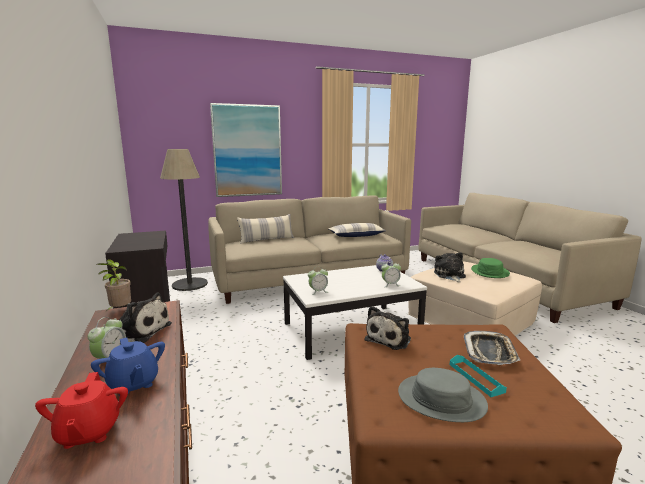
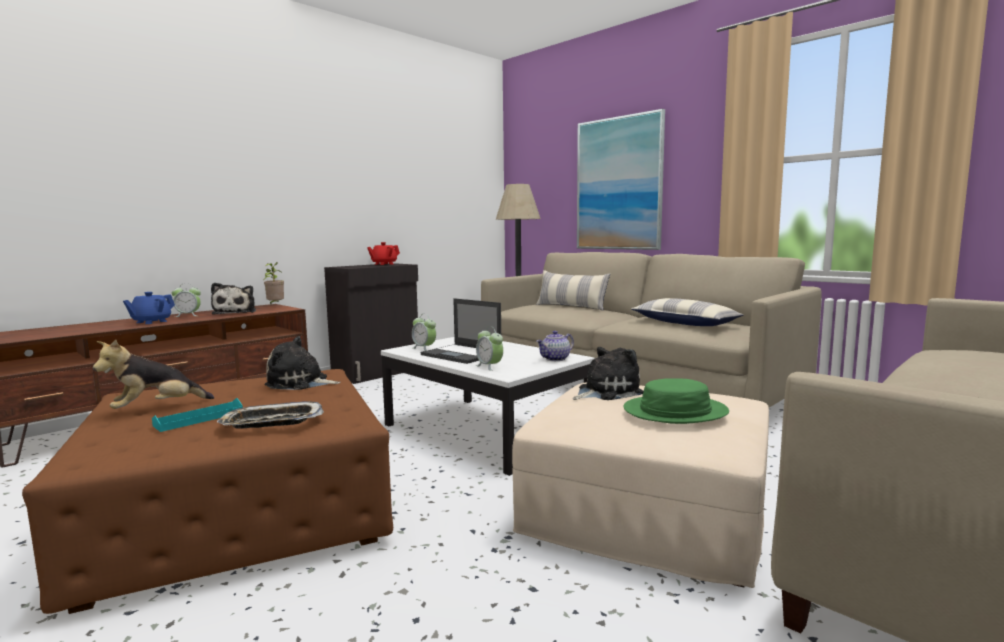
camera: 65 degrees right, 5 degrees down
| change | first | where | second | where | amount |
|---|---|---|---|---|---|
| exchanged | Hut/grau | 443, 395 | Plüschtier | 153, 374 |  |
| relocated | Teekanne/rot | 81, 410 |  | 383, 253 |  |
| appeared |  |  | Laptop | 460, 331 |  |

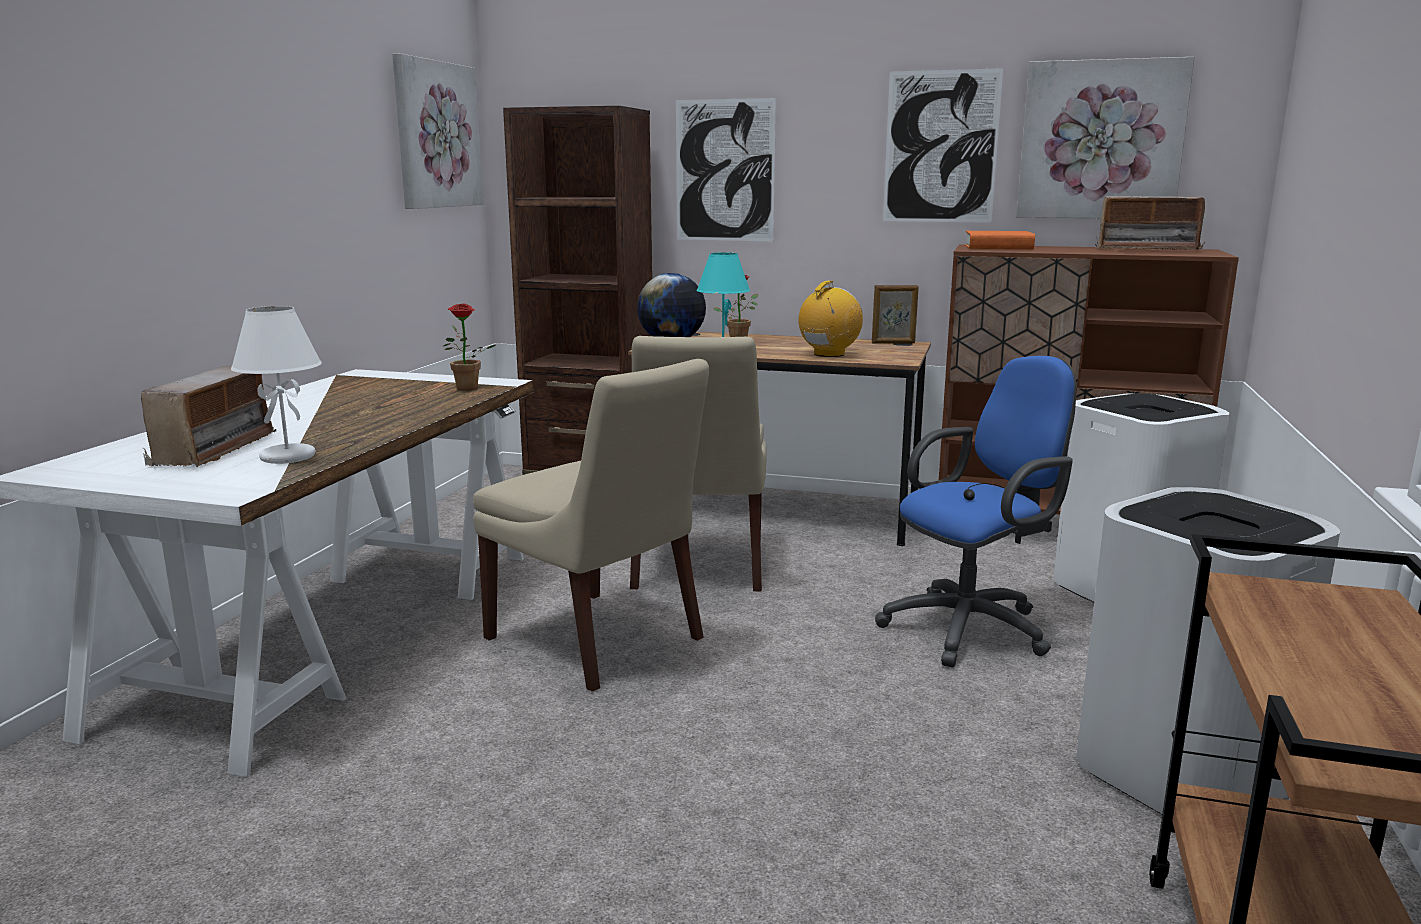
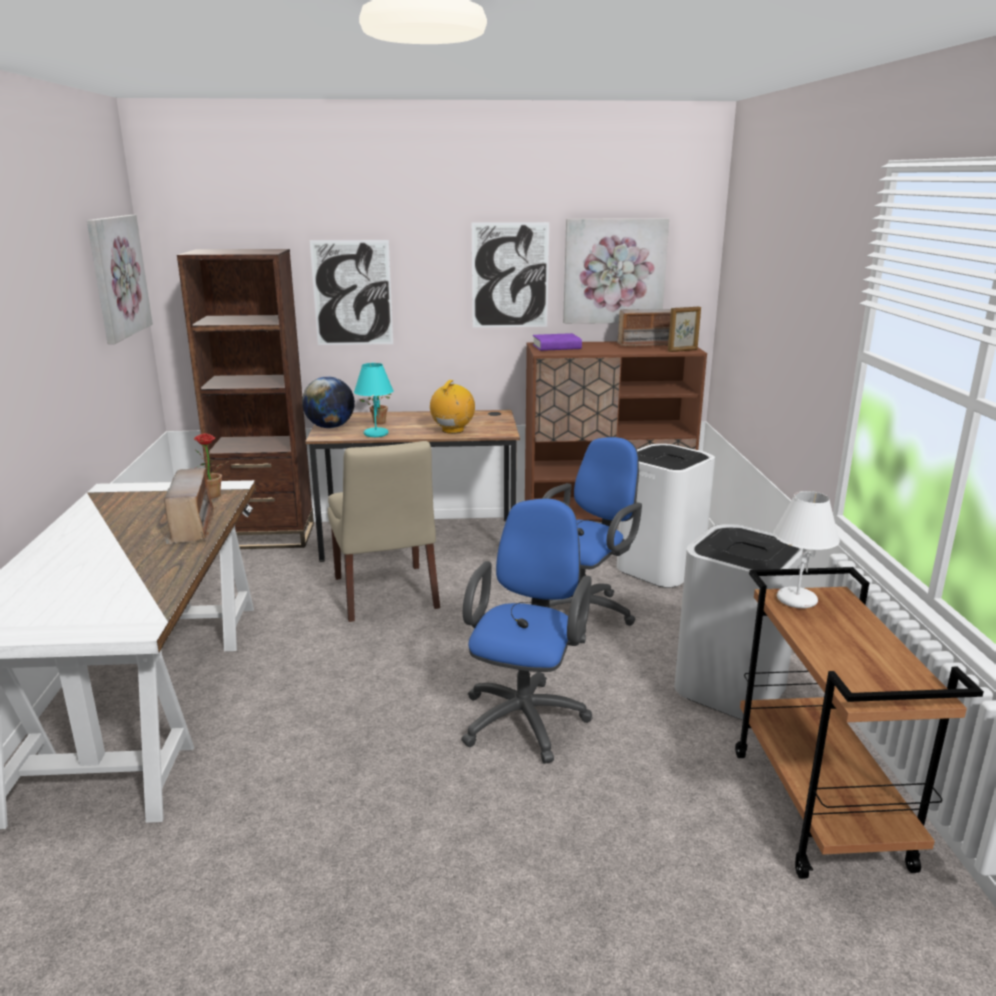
camera: 20 degrees left, 5 degrees up
| change | first | where | second | where | amount |
|---|---|---|---|---|---|
| colour | Buch/orange | 1000, 240 | Buch/lila | 557, 342 |  |
| relocated | Bilderrahmen | 895, 314 |  | 684, 329 |  |
| relocated | Tischlampe/weiß | 276, 385 |  | 806, 549 |  |
| missing | Stuhl/beige | 591, 525 |  |  |  |
| relocated | Radio | 208, 416 |  | 190, 506 |  |
| appeared |  |  | Bürostuhl/blau | 526, 631 |  |

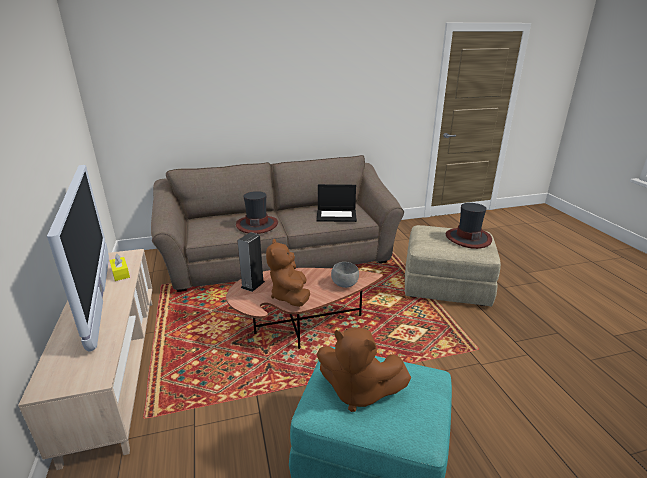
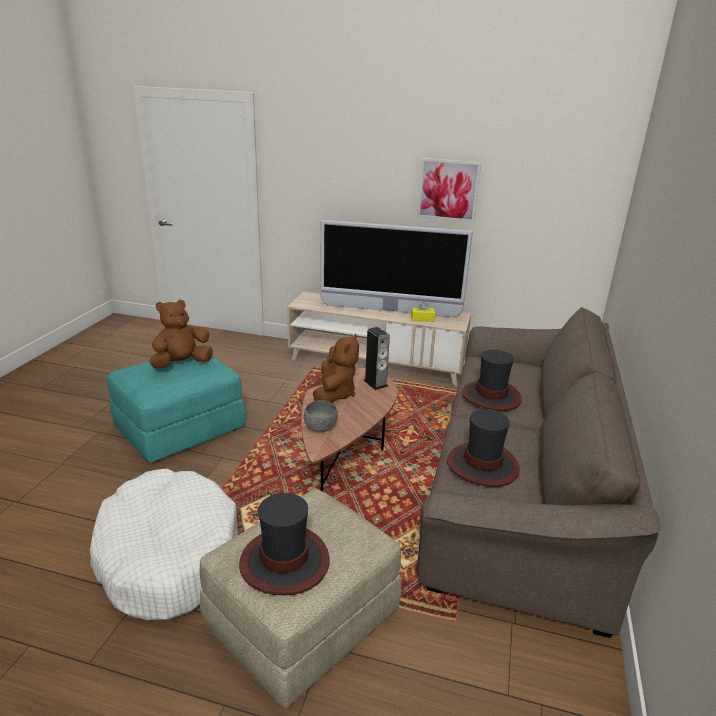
camera: 120 degrees right, 0 degrees up
| change | first | where | second | where | amount |
|---|---|---|---|---|---|
| exchanged | Laptop | 336, 203 | Hut | 483, 448 |  |
| spun | Plüschtier/braun | 288, 273 |  | 336, 368 | 75 degrees clockwise |
| appeared |  |  | Bild | 449, 190 |  |
| appeared |  |  | Hundebett/weiß | 164, 544 |  |

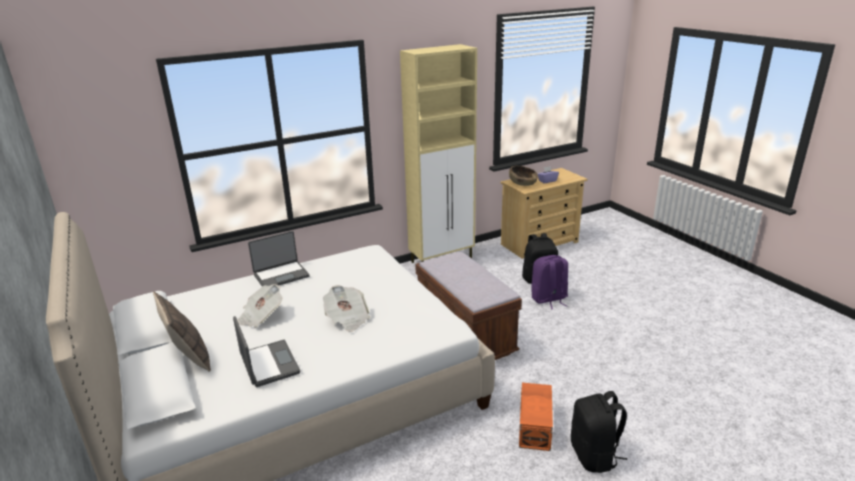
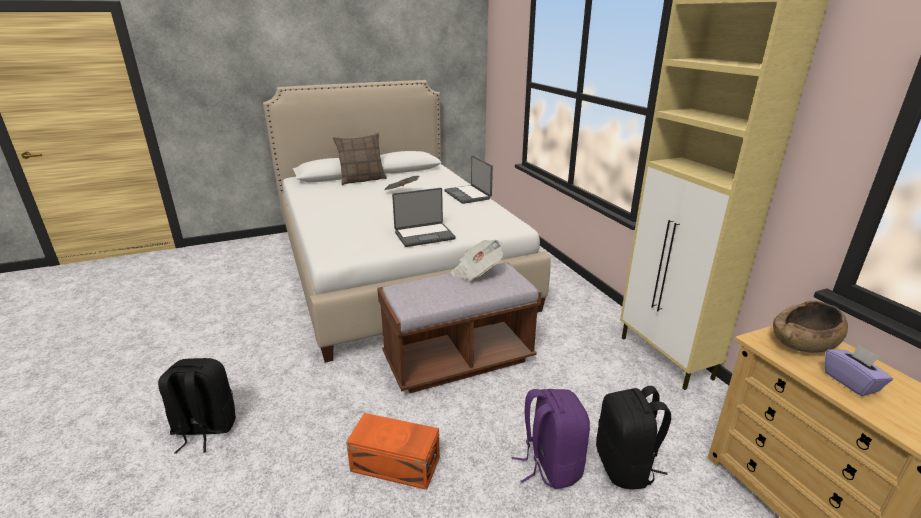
camera: 95 degrees right, 0 degrees up
| change | first | where | second | where | amount |
|---|---|---|---|---|---|
| relocated | Zeitung | 347, 308 |  | 477, 260 |  |
| relocated | Laptop | 266, 351 |  | 424, 217 |  |
| relocated | Aufbewahrungsbox/orange | 536, 417 |  | 393, 451 |  |

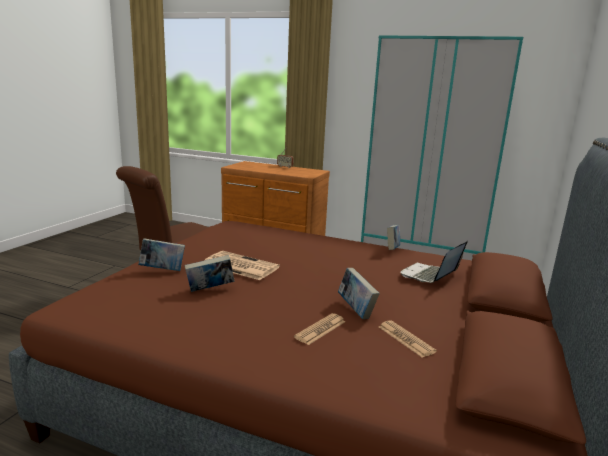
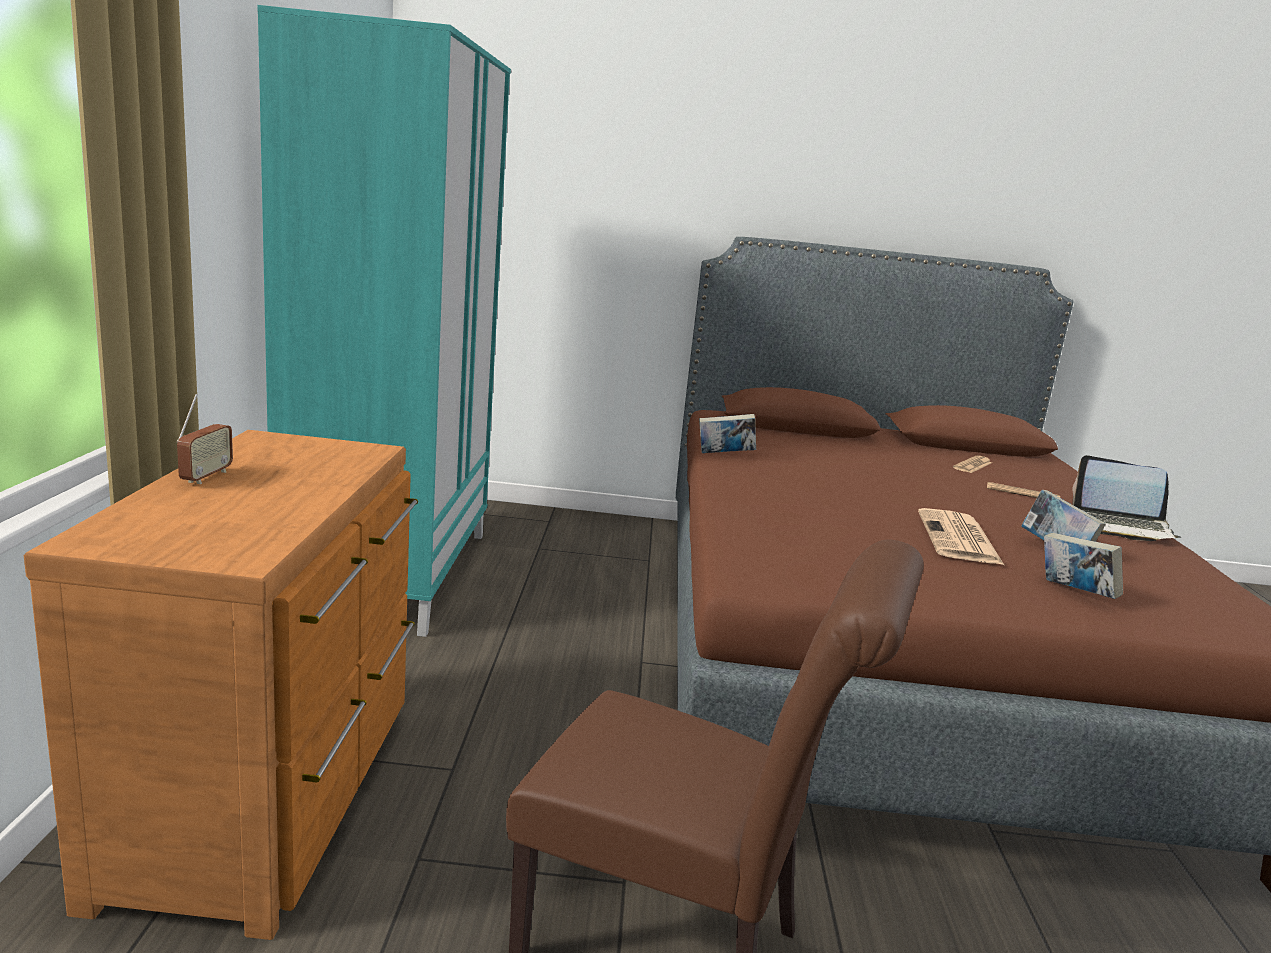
camera: 110 degrees left, 0 degrees up
| change | first | where | second | where | amount |
|---|---|---|---|---|---|
| relocated | Laptop | 434, 261 |  | 1127, 498 |  |
| missing | Buch | 359, 293 |  |  |  |

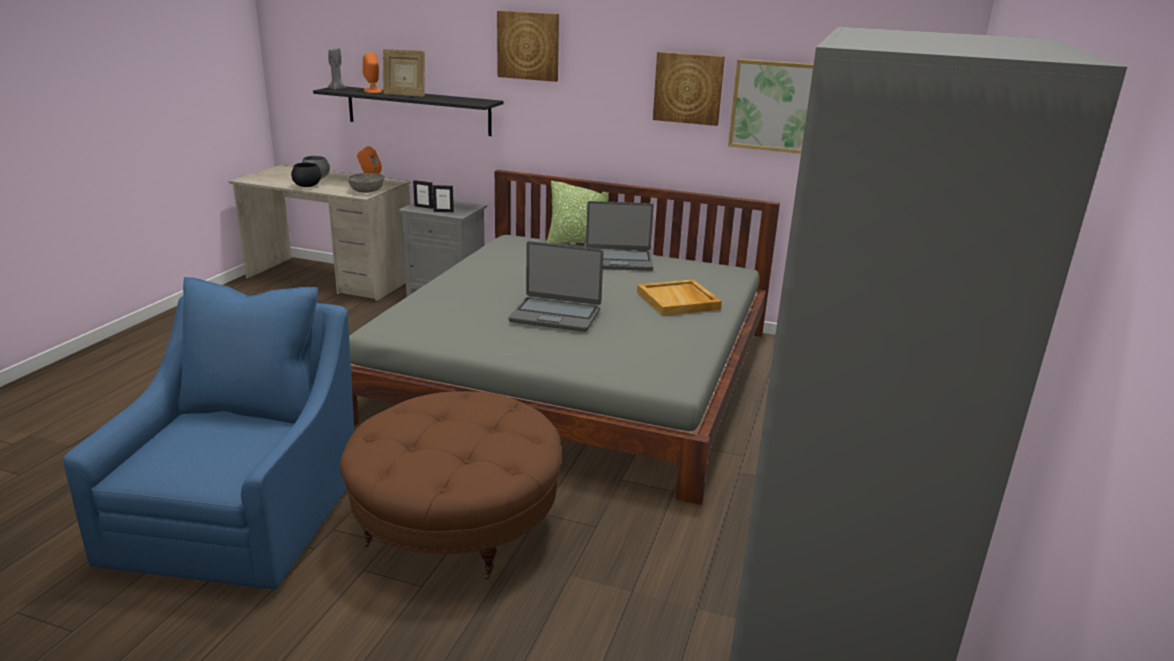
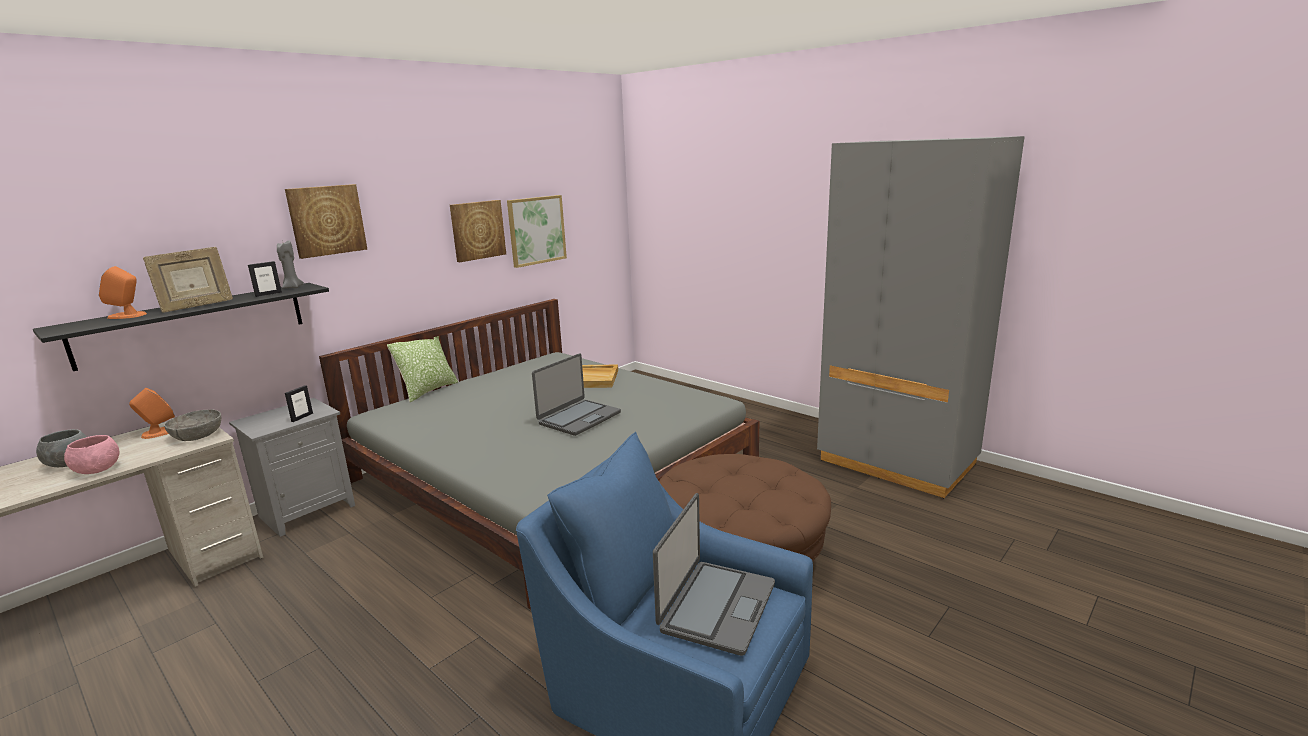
camera: 65 degrees left, 5 degrees down
| change | first | where | second | where | amount |
|---|---|---|---|---|---|
| relocated | Kerze/grau | 337, 69 |  | 290, 264 |  |
| colour | Schüssel/schwarz | 306, 175 | Schüssel/rosa | 92, 454 |  |
| relocated | Bilderrahmen | 423, 194 |  | 265, 279 |  |
| relocated | Laptop | 620, 236 |  | 714, 574 |  |

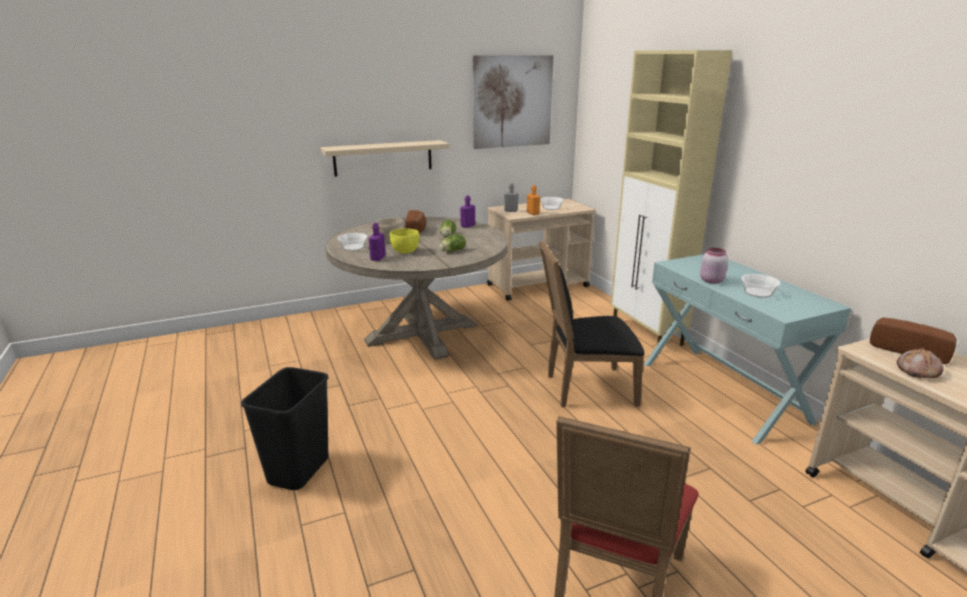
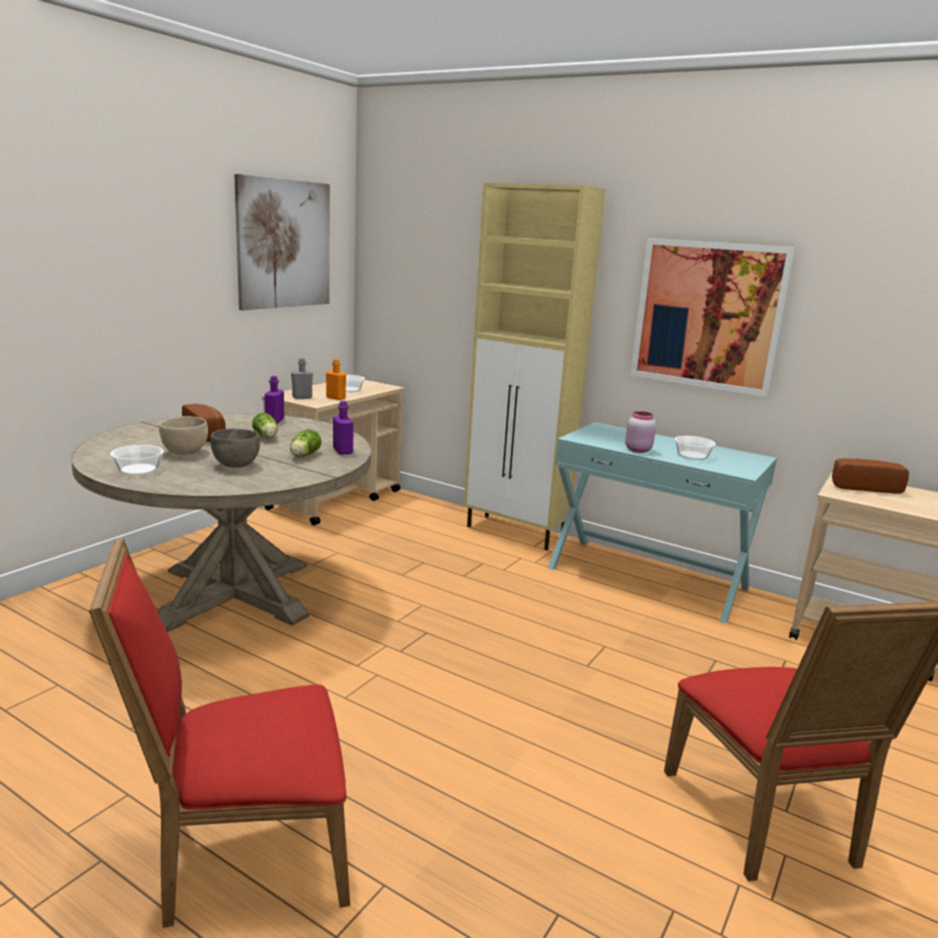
camera: 35 degrees left, 5 degrees down
| change | first | where | second | where | amount |
|---|---|---|---|---|---|
| missing | Wandregal/beige | 384, 158 |  |  |  |
| relocated | Flasche/lila | 377, 242 |  | 343, 428 |  |
| colour | Schüssel/gelb | 404, 240 | Schüssel/grau | 235, 448 |  |
| missing | Stuhl/schwarz | 592, 323 |  |  |  |
| missing | Brot | 920, 363 |  |  |  |
| exchanged | Mülleimer/schwarz | 284, 428 | Stuhl/rot | 219, 732 |  |
| appeared |  |  | Bild | 713, 317 |  |

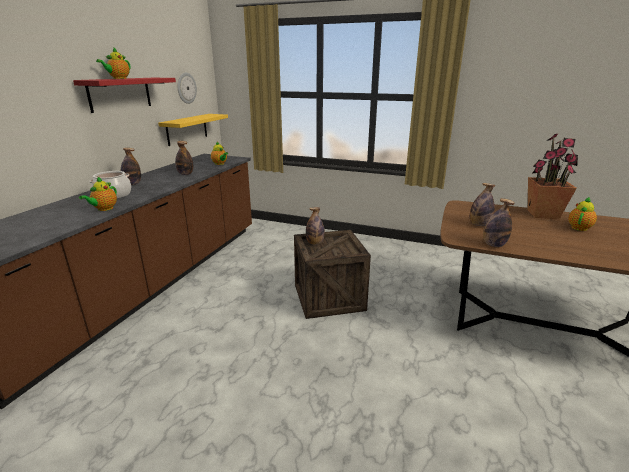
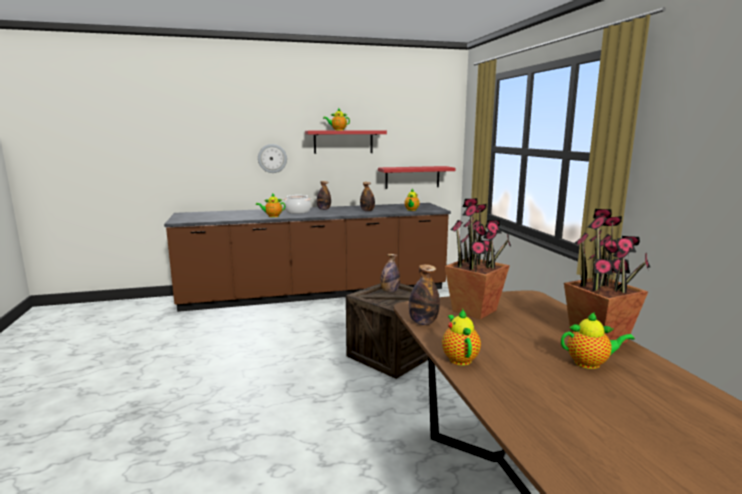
camera: 55 degrees right, 10 degrees down
| change | first | where | second | where | amount |
|---|---|---|---|---|---|
| relocated | Wanduhr | 187, 88 |  | 272, 158 |  |
| colour | Wandregal/gelb | 193, 130 | Wandregal/rot | 417, 177 |  |
| exchanged | Flasche | 482, 204 | Topfpflanze | 478, 259 |  |
| appeared |  |  | Teekanne | 461, 337 |  |

